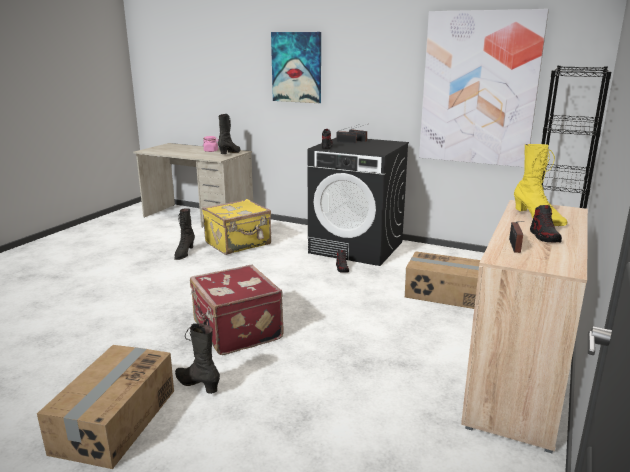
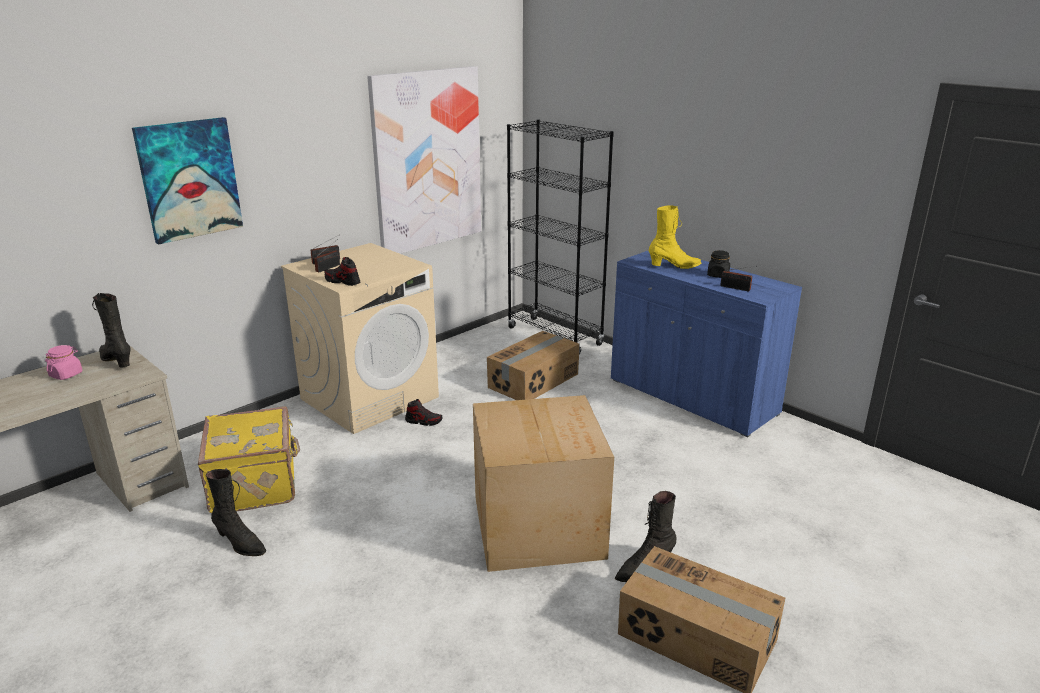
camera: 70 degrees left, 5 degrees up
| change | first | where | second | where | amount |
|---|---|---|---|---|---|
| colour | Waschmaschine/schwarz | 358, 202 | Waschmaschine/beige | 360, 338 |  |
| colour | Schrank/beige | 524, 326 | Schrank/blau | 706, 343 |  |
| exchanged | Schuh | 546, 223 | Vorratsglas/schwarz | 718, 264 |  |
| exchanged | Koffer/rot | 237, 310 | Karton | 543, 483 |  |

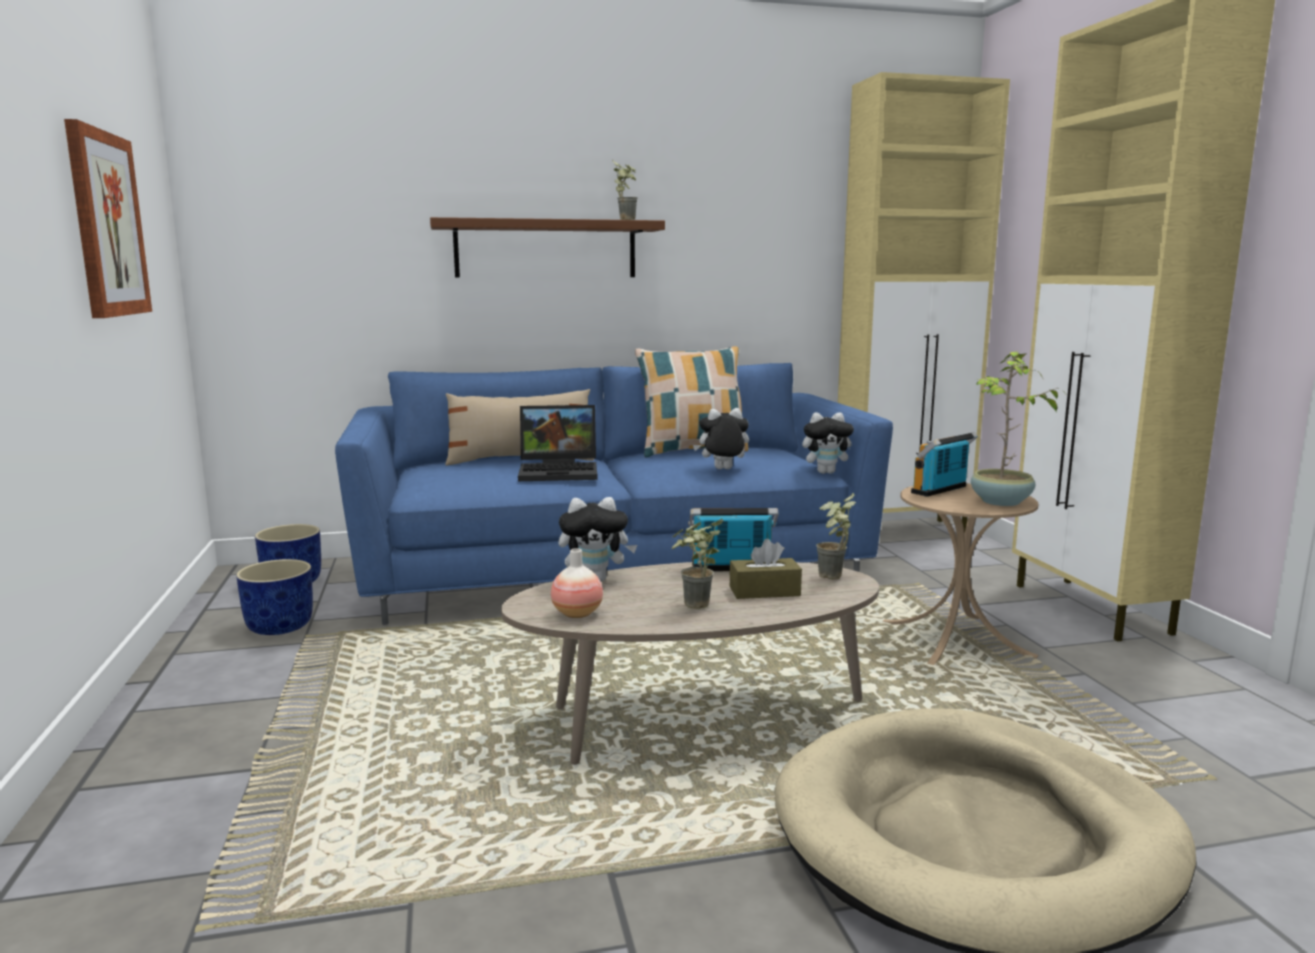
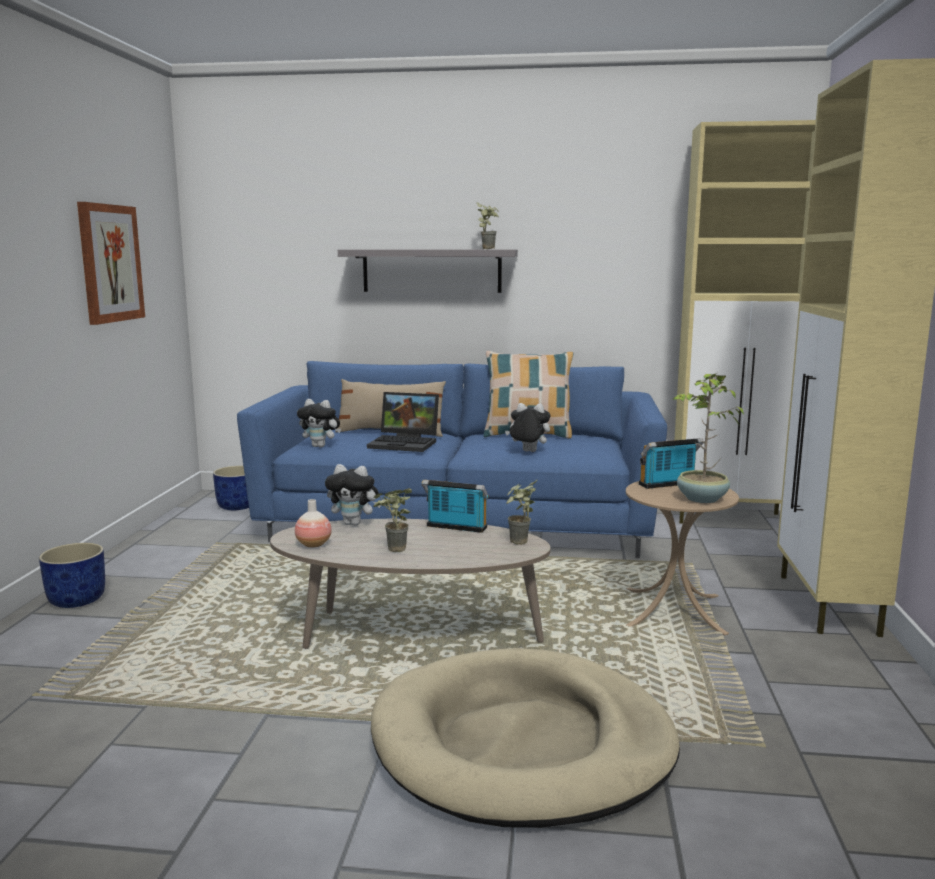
camera: 20 degrees right, 0 degrees up
| change | first | where | second | where | amount |
|---|---|---|---|---|---|
| colour | Wandregal/braun | 547, 247 | Wandregal/grau | 428, 271 |  |
| relocated | Plüschtier | 828, 443 |  | 319, 423 |  |
| missing | Taschentuchbox/braun | 766, 569 |  |  |  |
| relocated | Pflanzkübel/blau | 274, 597 |  | 72, 575 |  |

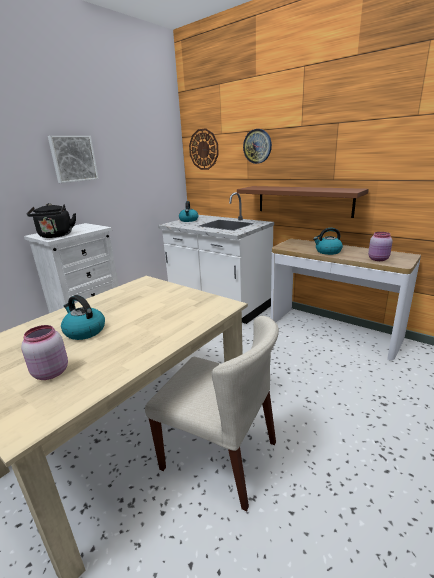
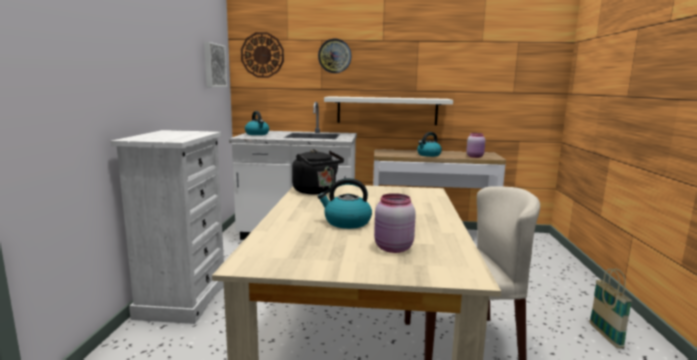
camera: 35 degrees left, 10 degrees down
| change | first | where | second | where | amount |
|---|---|---|---|---|---|
| relocated | Bild | 73, 159 |  | 215, 64 |  |
| colour | Wandregal/braun | 303, 202 | Wandregal/weiß | 388, 110 |  |
| relocated | Wasserkessel/schwarz | 51, 220 |  | 318, 171 |  |
| appeared |  |  | Korb | 610, 308 |  |

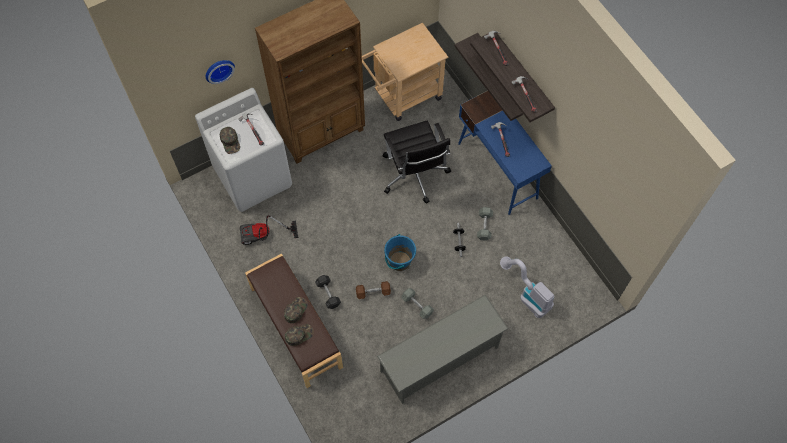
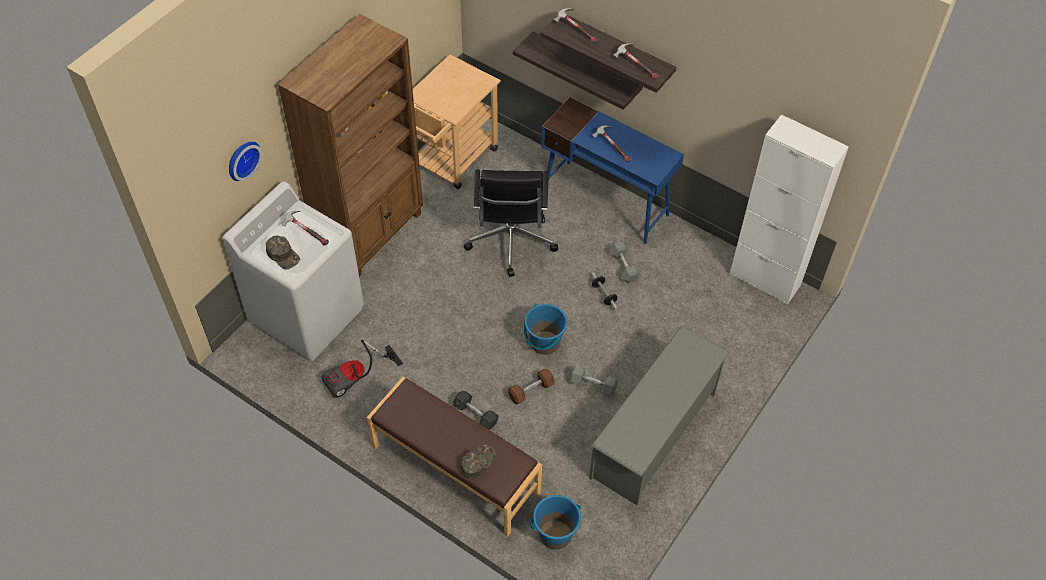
camera: 25 degrees left, 10 degrees down
| change | first | where | second | where | amount |
|---|---|---|---|---|---|
| spun | Bürostuhl/schwarz | 417, 162 |  | 511, 223 | 45 degrees clockwise |
| missing | Staubsauger | 527, 287 |  |  |  |
| missing | Kappe/grün | 296, 310 |  |  |  |
| appeared |  |  | Schrank/weiß | 789, 209 |  |
| appeared |  |  | Eimer/blau | 555, 522 |  |

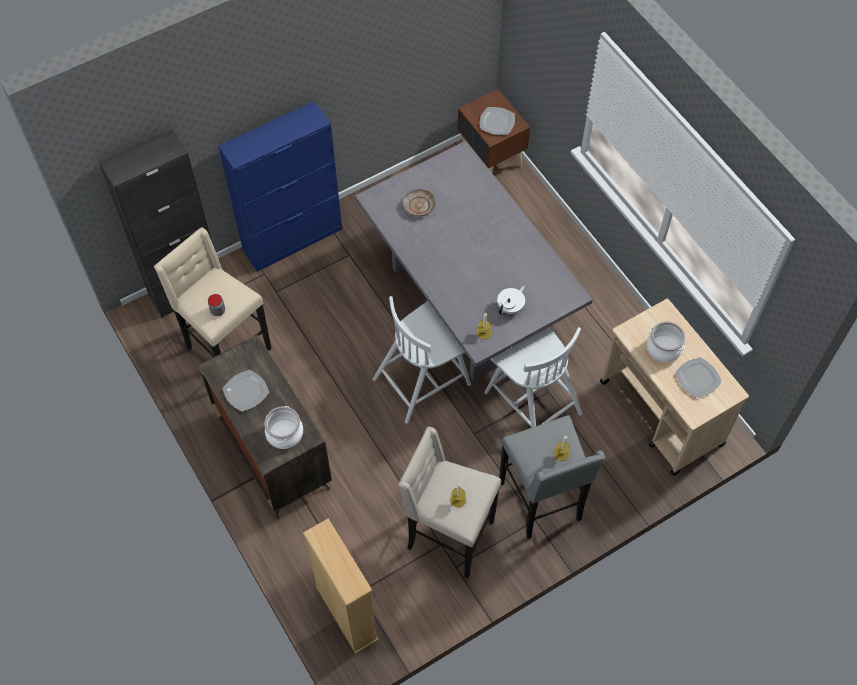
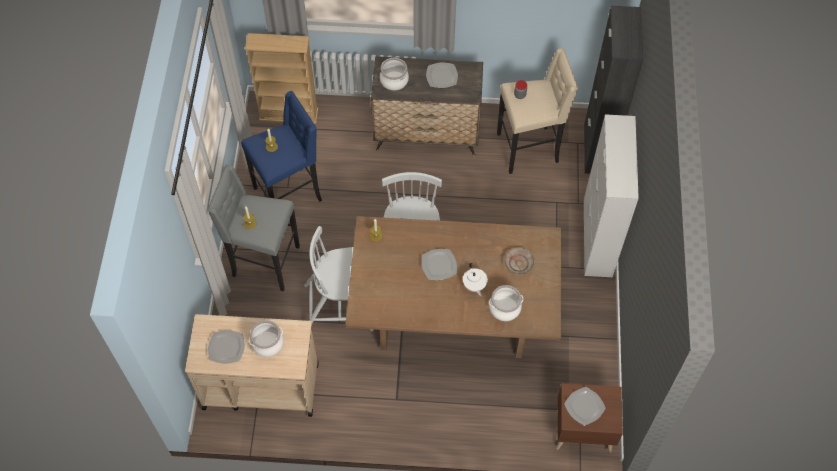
camera: 125 degrees right, 0 degrees up
| change | first | where | second | where | amount |
|---|---|---|---|---|---|
| colour | Schrank/blau | 280, 186 | Schrank/weiß | 611, 195 |  |
| colour | Esstisch/grau | 474, 261 | Esstisch/braun | 453, 287 |  |
| relocated | Teekanne/weiß | 511, 299 |  | 475, 279 |  |
| colour | Hocker/beige | 449, 502 | Hocker/blau | 281, 146 |  |
| appeared |  |  | Teller | 439, 264 |  |
| appeared |  |  | Kochtopf | 506, 303 |  |

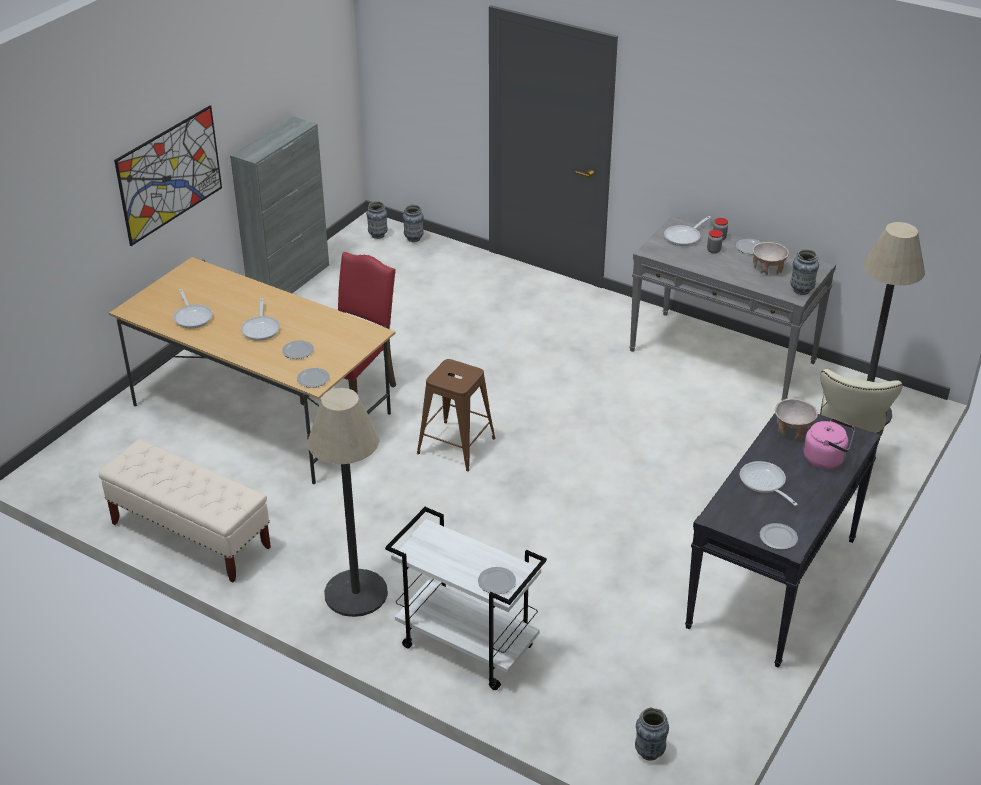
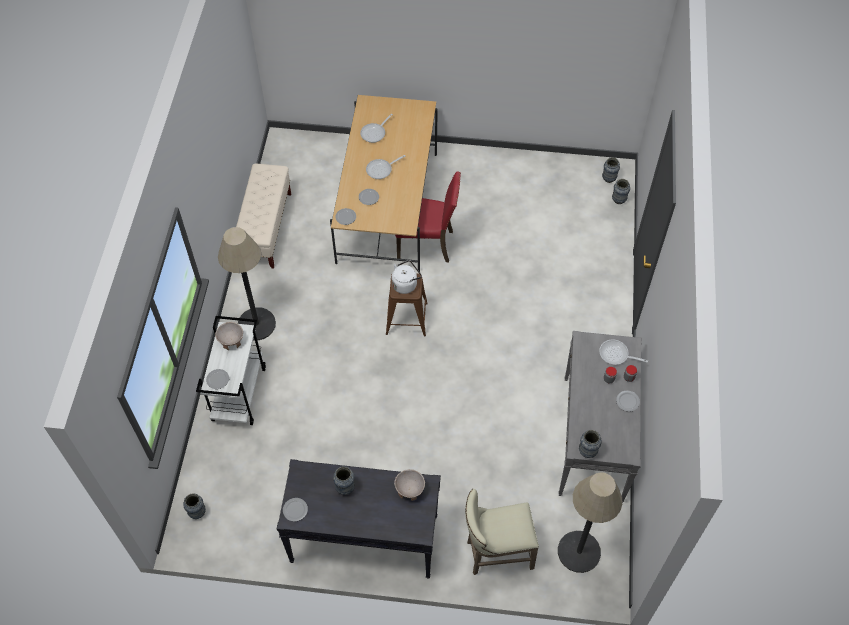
camera: 65 degrees right, 20 degrees up
| change | first | where | second | where | amount |
|---|---|---|---|---|---|
| missing | Bild | 168, 175 |  |  |  |
| missing | Schrank/grau | 279, 205 |  |  |  |
| relocated | Schüssel/beige | 771, 258 |  | 229, 336 |  |
| missing | Wasserkessel/rosa | 829, 443 |  |  |  |
| exchanged | Pfanne | 769, 483 | Vase | 344, 480 |  |
| appeared |  |  | Wasserkessel/weiß | 407, 277 |  |

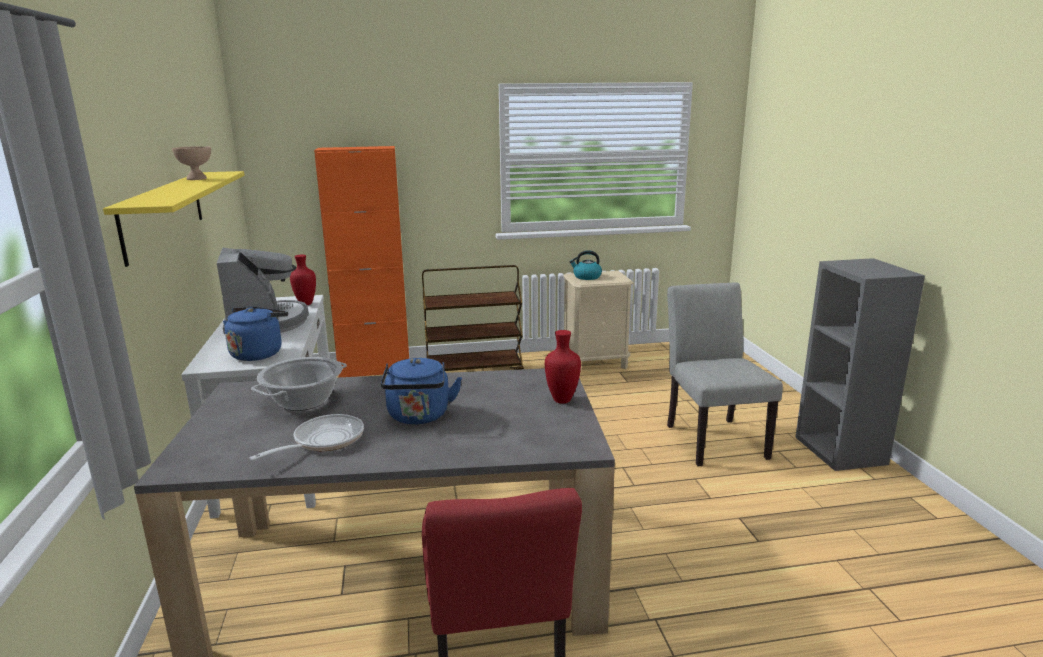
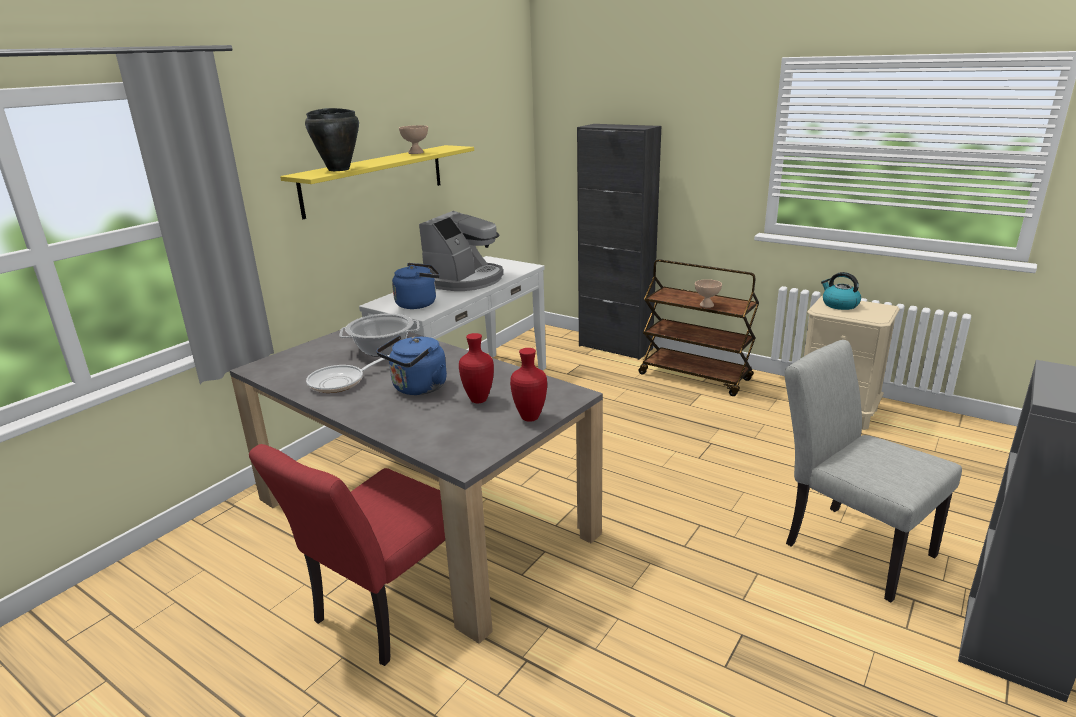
camera: 45 degrees right, 5 degrees up
| change | first | where | second | where | amount |
|---|---|---|---|---|---|
| colour | Schrank/orange | 361, 261 | Schrank/schwarz | 619, 242 |  |
| relocated | Vase/rot | 303, 280 |  | 476, 368 |  |
| spun | Stuhl/grau | 725, 374 |  | 873, 471 | 75 degrees counterclockwise |
| spun | Pfanne | 306, 437 |  | 348, 374 | 150 degrees clockwise |
| appeared |  |  | Kochtopf/schwarz | 332, 139 |  |
| appeared |  |  | Schüssel/beige | 708, 293 |  |

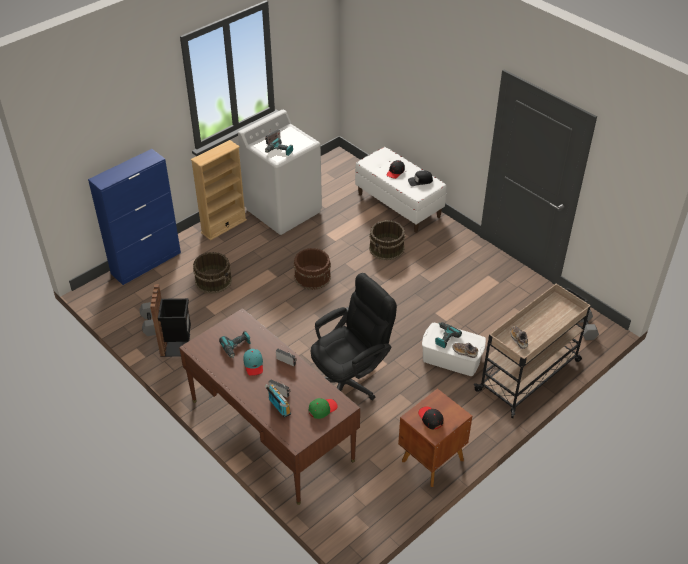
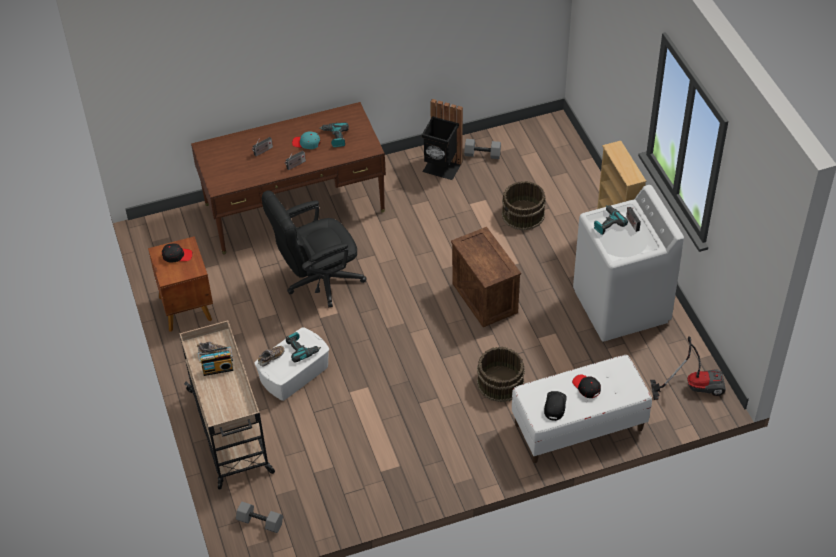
camera: 115 degrees right, 5 degrees up
| change | first | where | second | where | amount |
|---|---|---|---|---|---|
| missing | Schrank/blau | 134, 217 |  |  |  |
| exchanged | Eimer/braun | 312, 269 | Kiste | 486, 277 |  |
| spun | Bürostuhl/schwarz | 353, 336 |  | 314, 249 | 75 degrees clockwise |
| relocated | Radio | 278, 401 |  | 216, 361 |  |
| missing | Kappe/grün | 323, 408 |  |  |  |
| appeared |  |  | Staubsauger | 688, 368 |  |

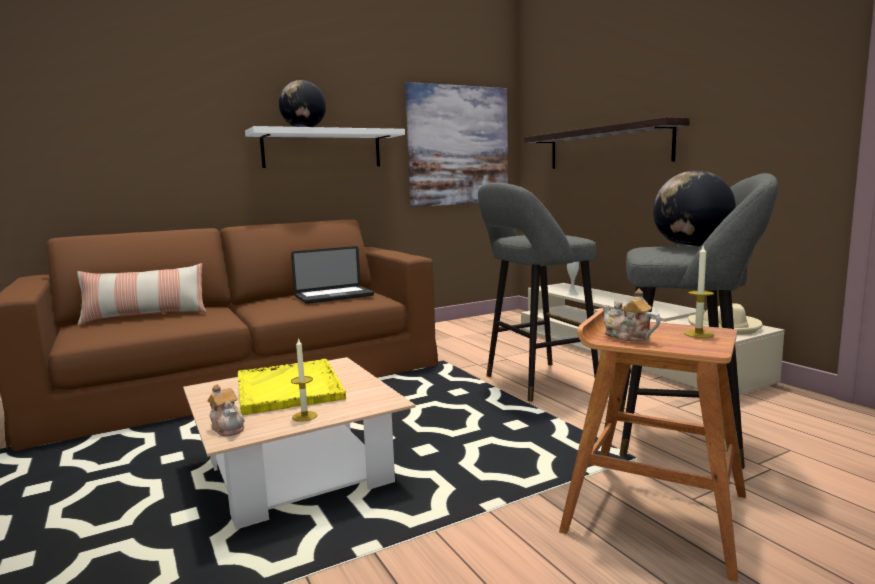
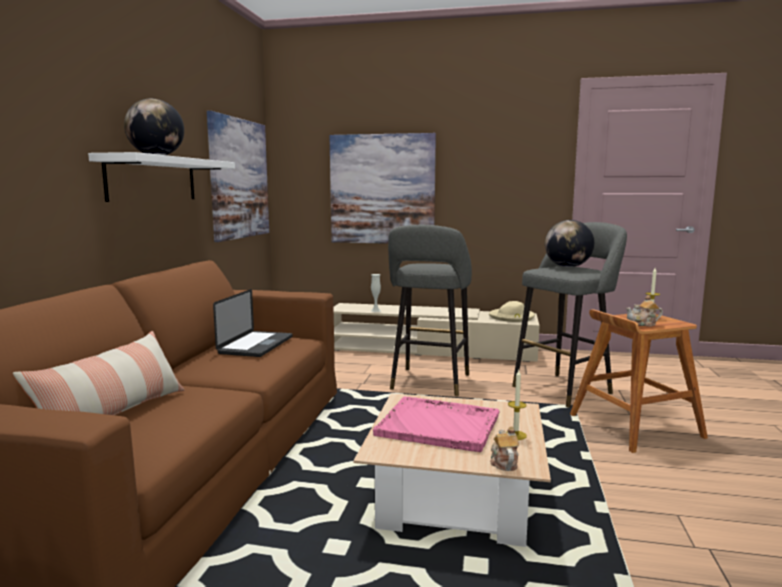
camera: 50 degrees left, 0 degrees up
| change | first | where | second | where | amount |
|---|---|---|---|---|---|
| exchanged | Wandregal | 607, 143 | Bild | 382, 188 |  |
| colour | Tablett/gelb | 292, 387 | Tablett/rosa | 436, 424 |  |
| spun | Teekanne | 226, 410 |  | 504, 448 | 90 degrees counterclockwise |

